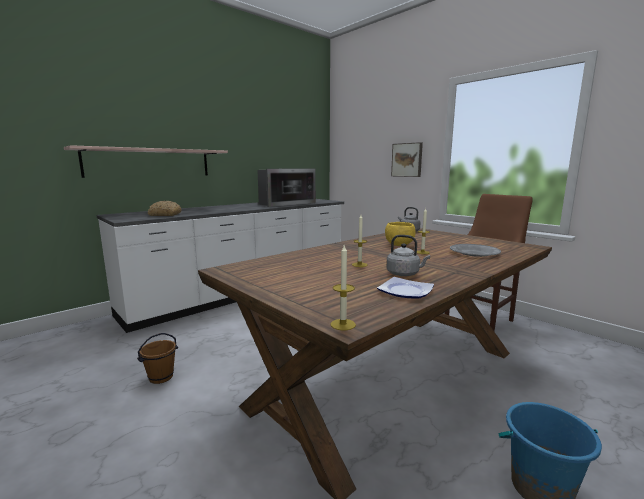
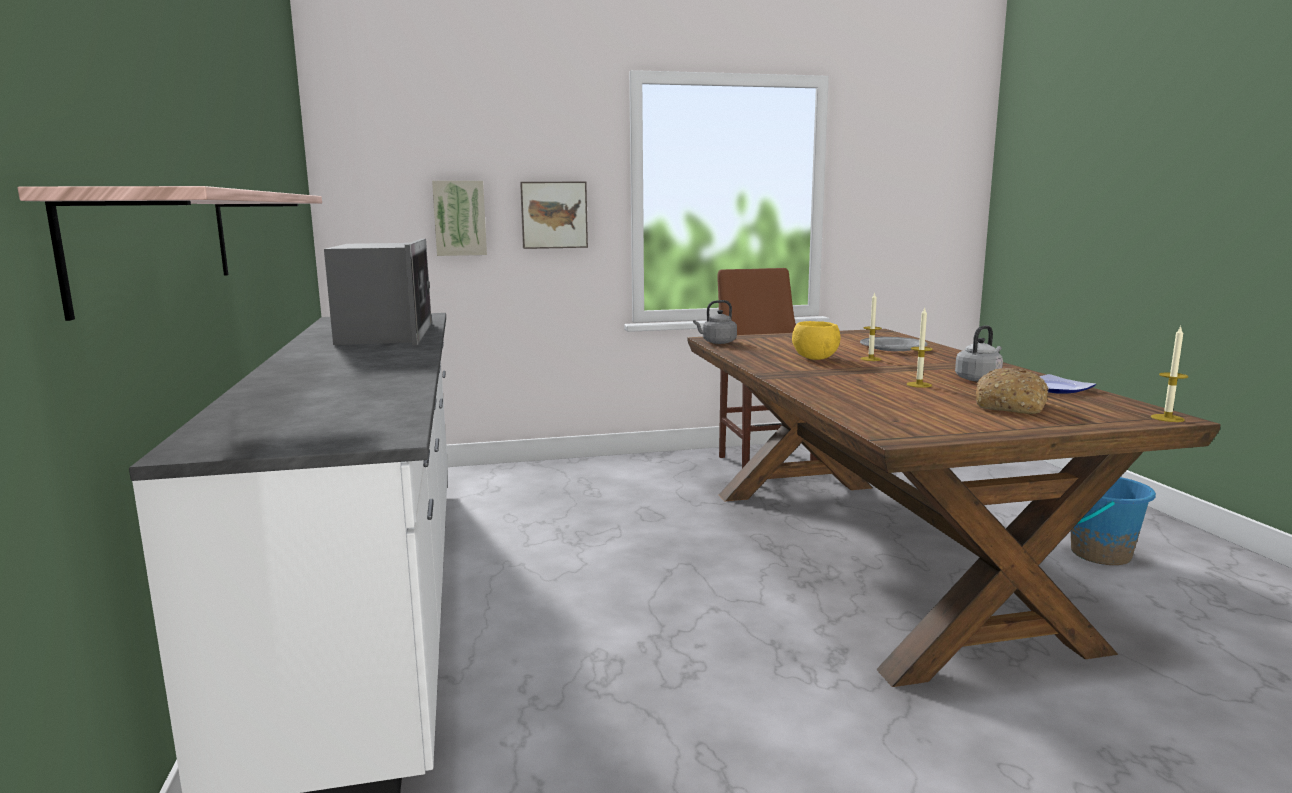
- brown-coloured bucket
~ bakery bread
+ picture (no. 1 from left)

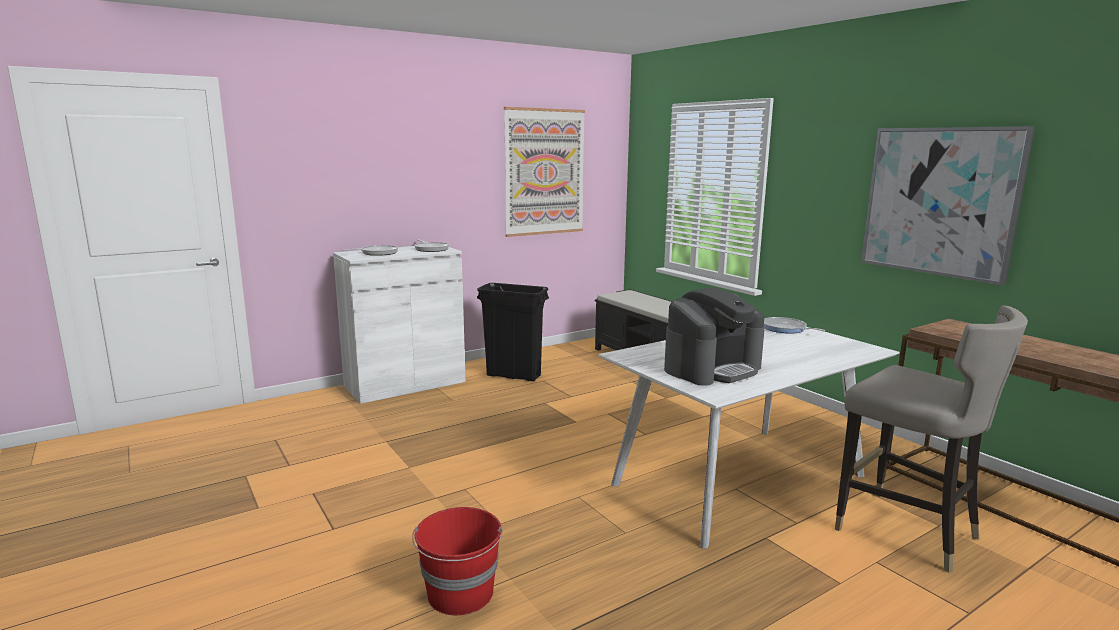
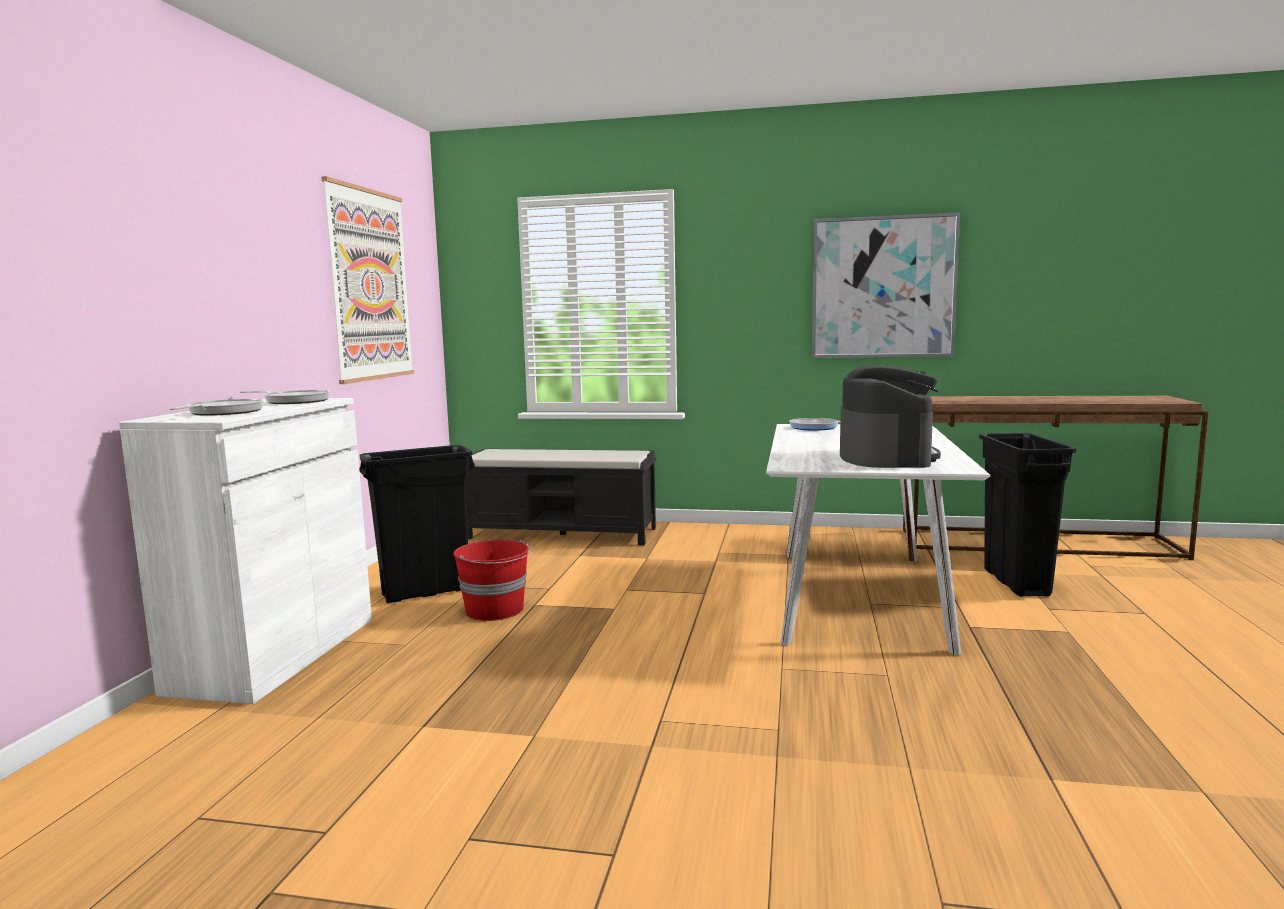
~ red-coloured bucket
~ gray stool seat to black waste bin (no. 2 from left)

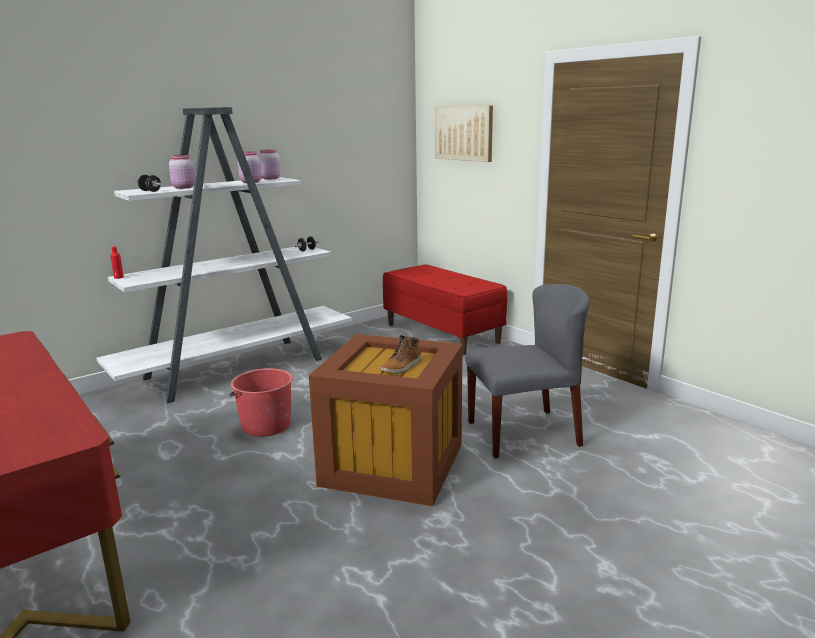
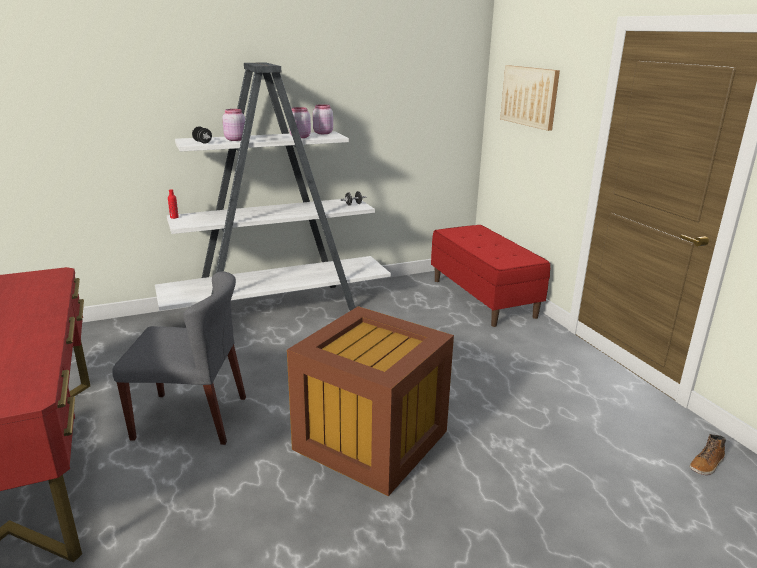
- red-coloured bucket
~ high-top boot
~ gray chair

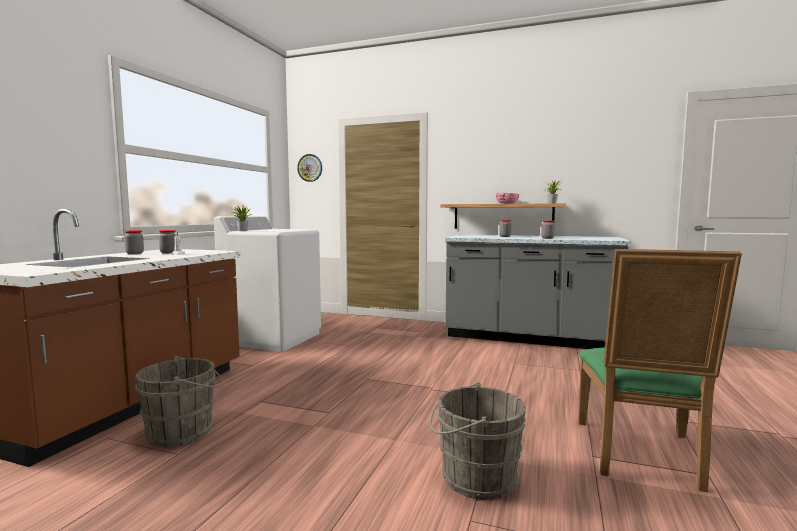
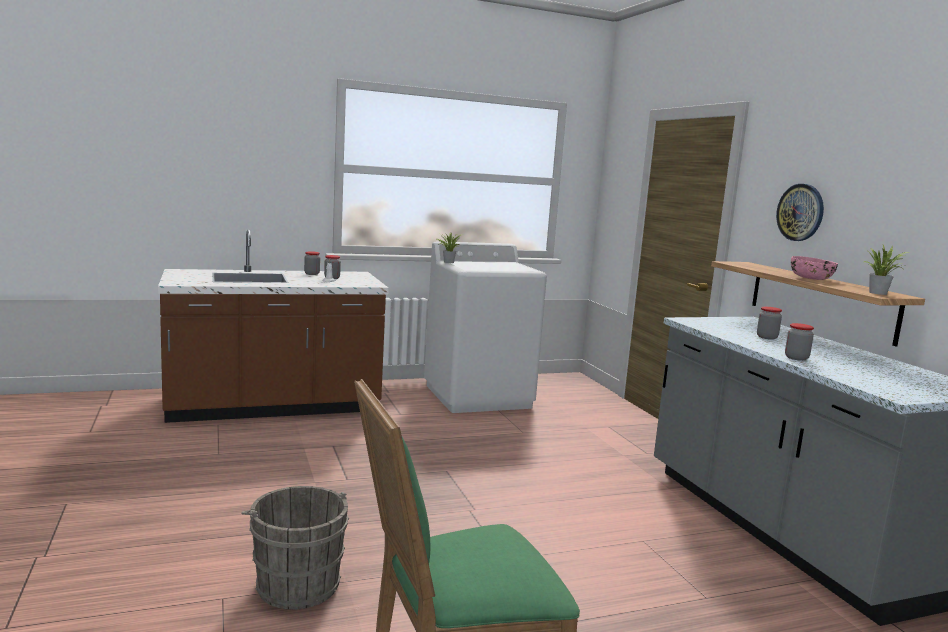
- gray bucket (no. 1 from left)
~ wall clock

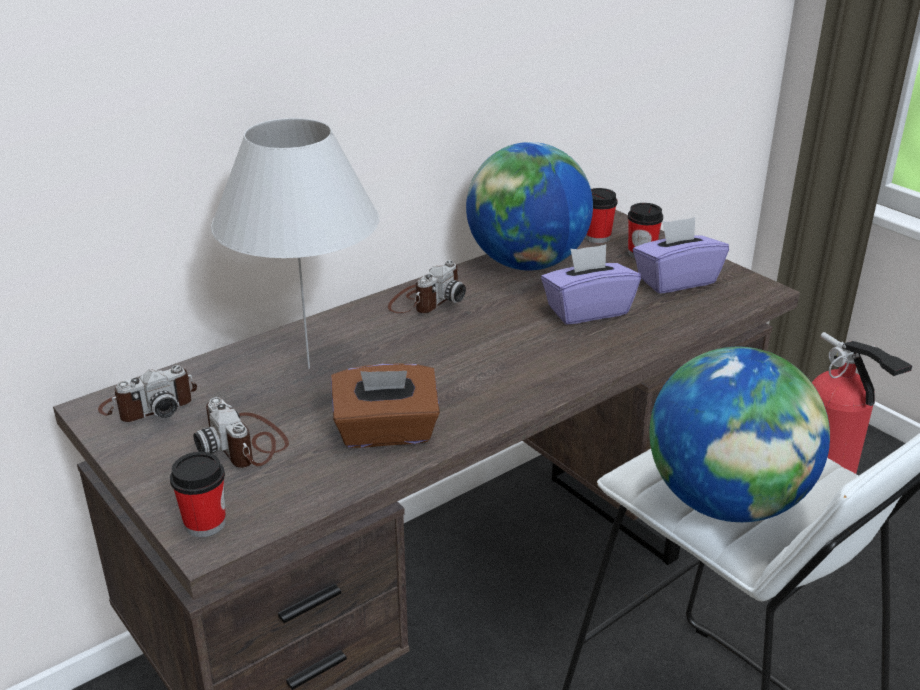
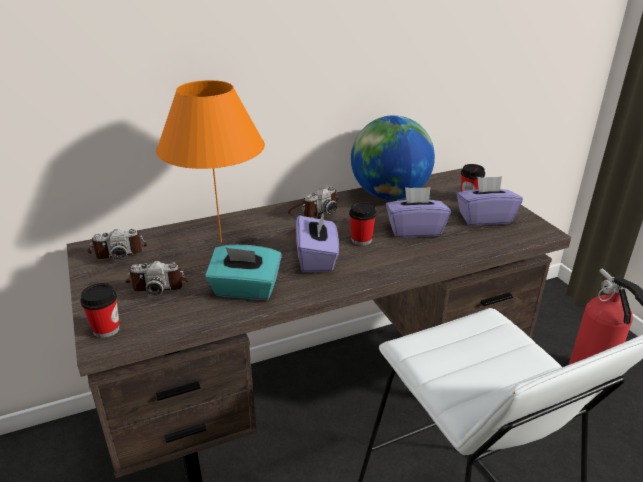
~ still camera (no. 2 from left) 75 degrees counterclockwise
~ whitish lamp for a table to orange lamp for a table
~ brown-coloured tissue box to turquoise tissue box
~ drinking cup (no. 2 from left)
- desk globe (no. 2 from left)
+ purple-coloured tissue box (no. 1 from left)

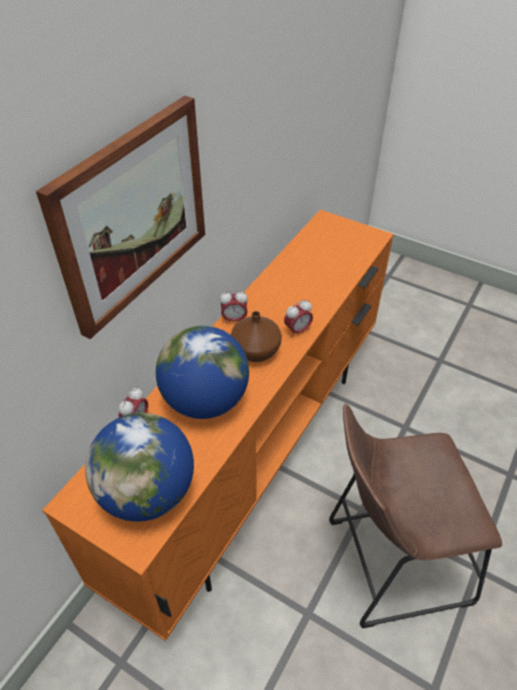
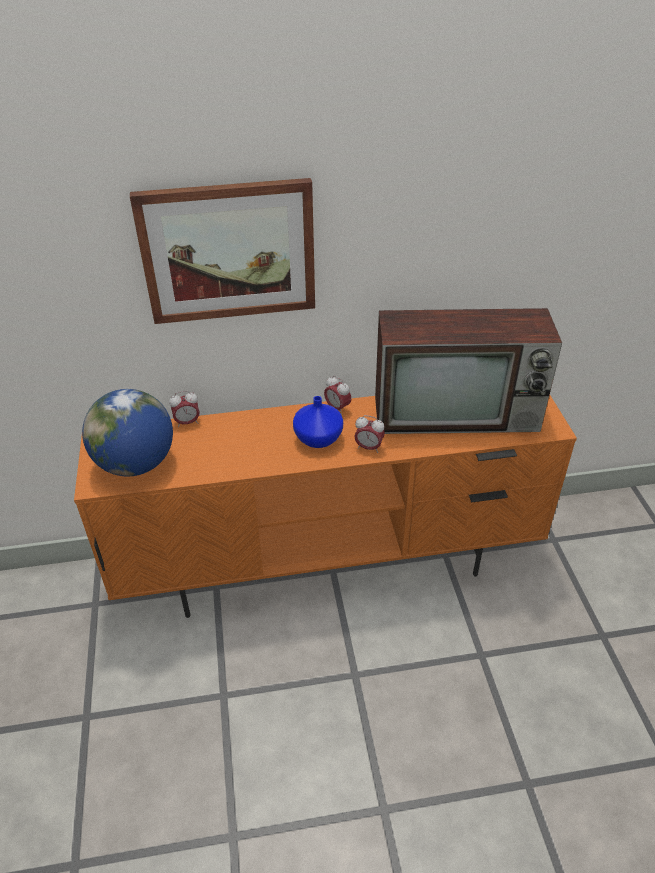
- desk globe (no. 2 from left)
~ brown-coloured flower vase to blue flower vase
- brown-coloured stool seat
+ TV

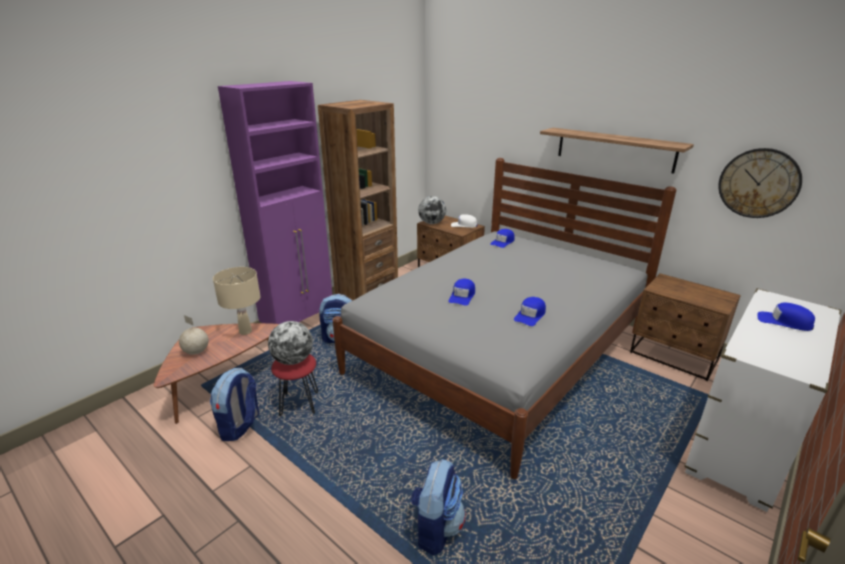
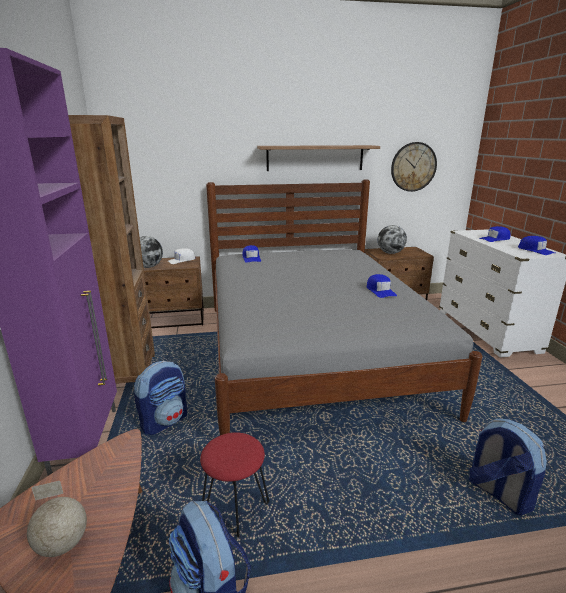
- sand-coloured lamp for a table
~ desk globe (no. 2 from left in the first image) to desk globe (no. 3 from left)
~ blue baseball cap (no. 1 from left in the first image) to blue baseball cap (no. 4 from left)

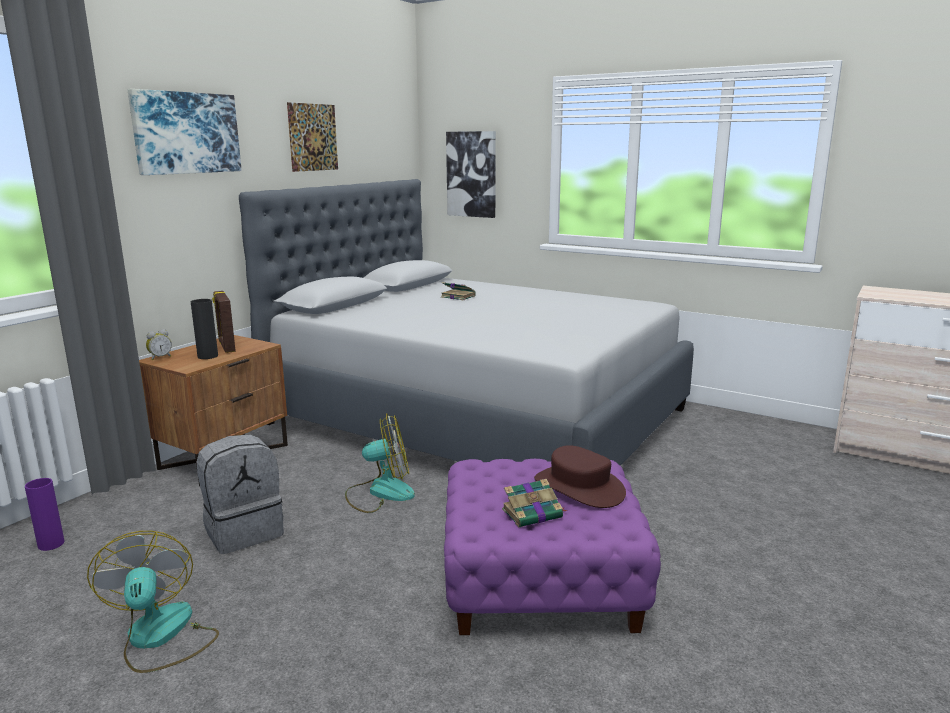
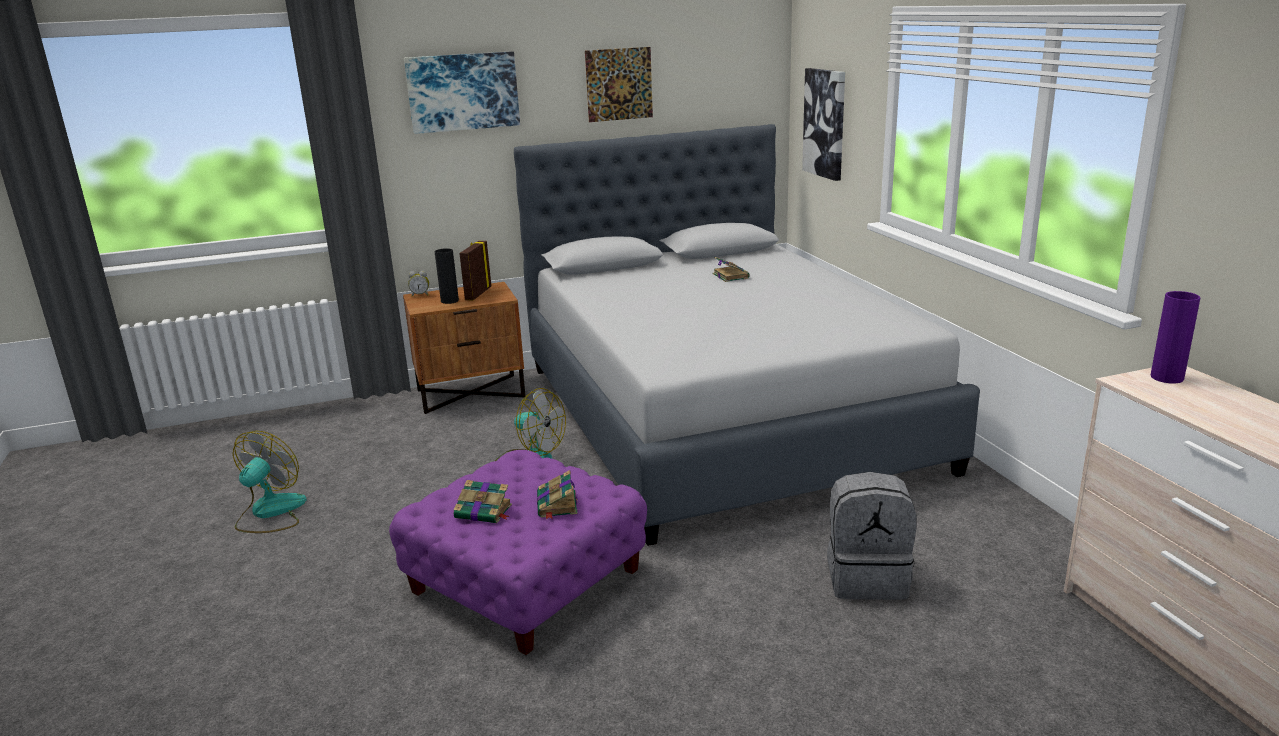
~ purple-coloured flower vase
~ gray knapsack
~ brown-coloured clothing hat to book (no. 2 from left)

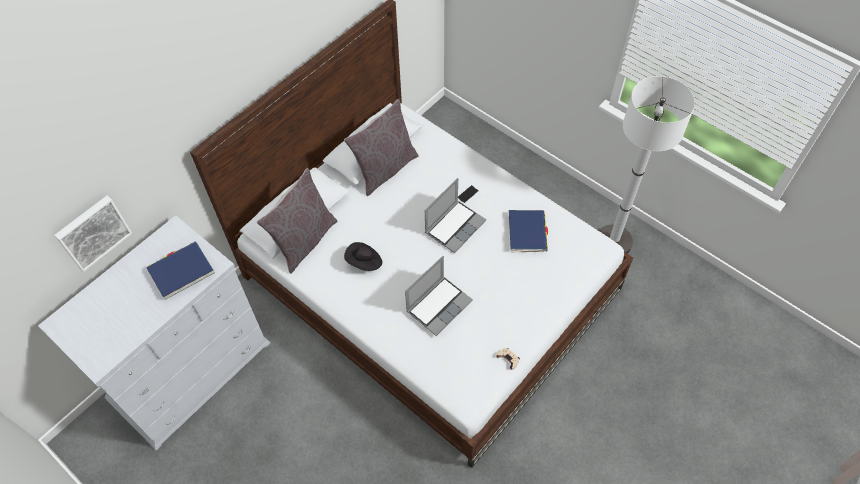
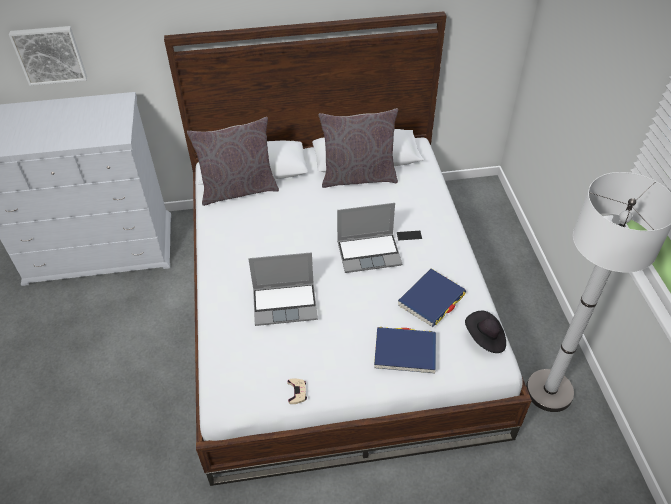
~ blue book (no. 1 from left)
~ black clothing hat

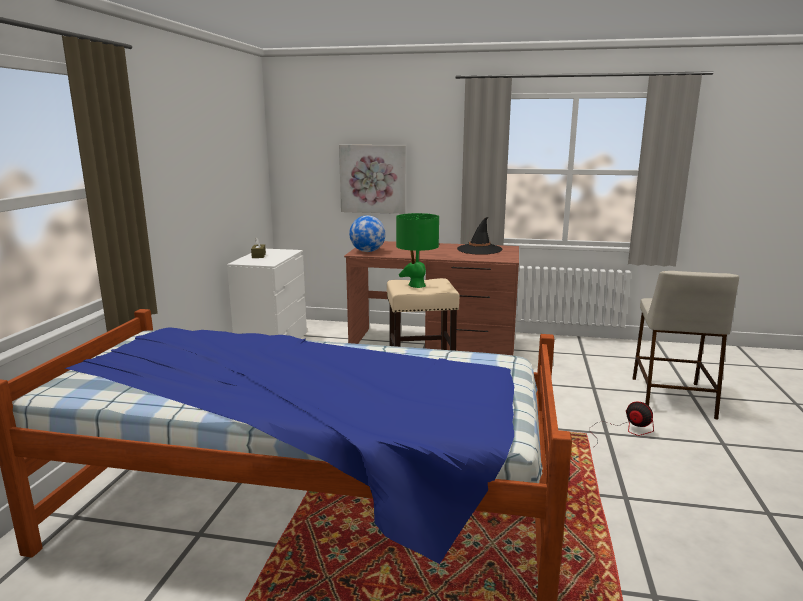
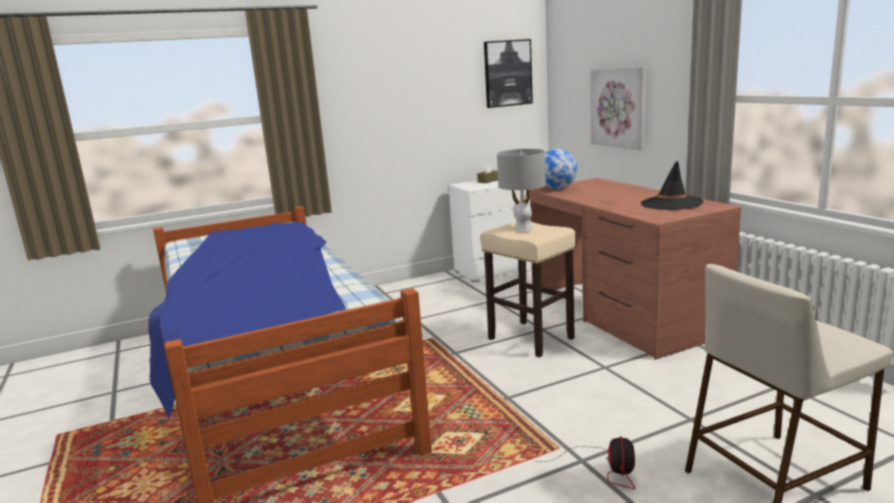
~ greenish lamp for a table to gray lamp for a table
+ picture (no. 1 from left)

